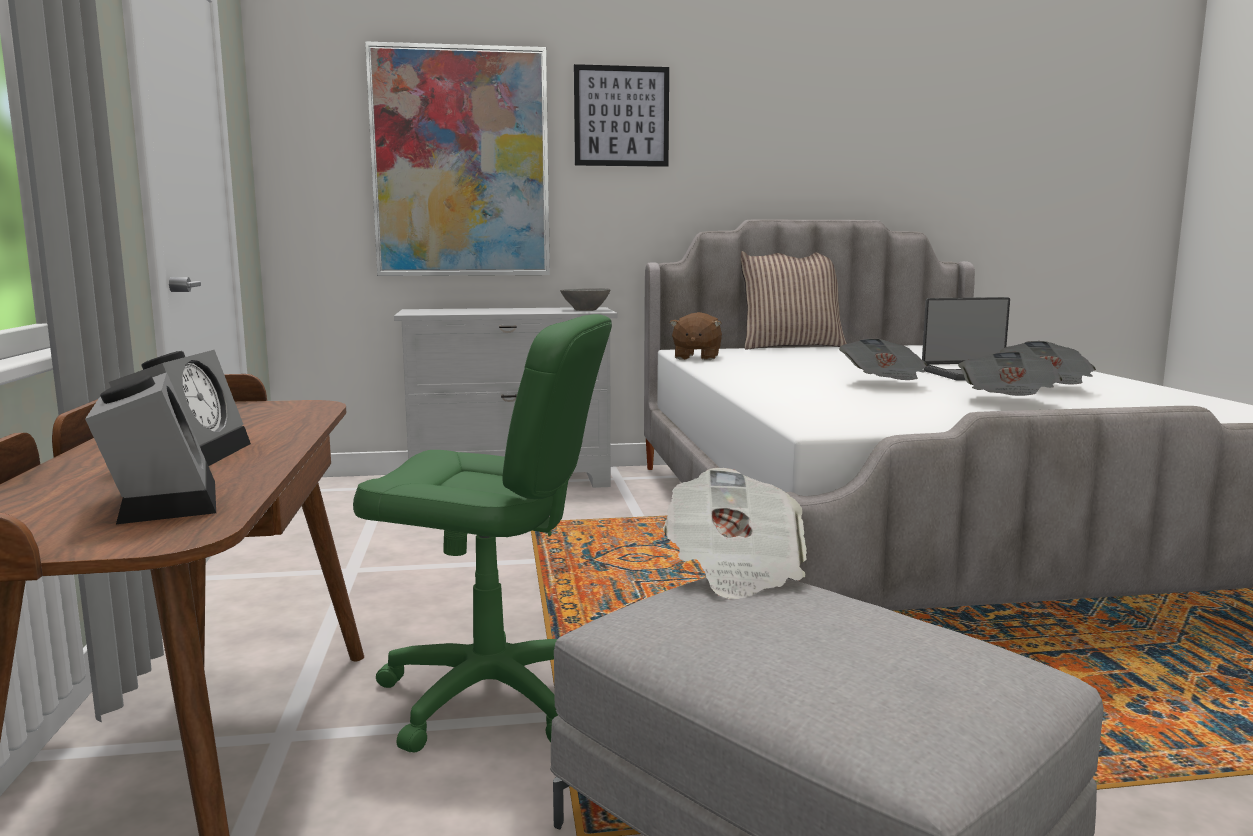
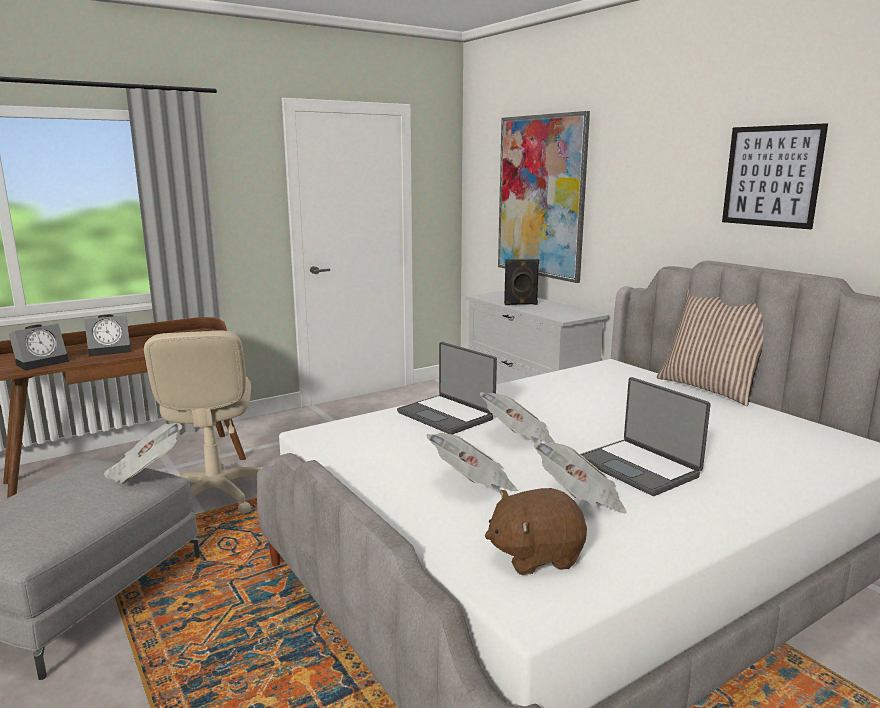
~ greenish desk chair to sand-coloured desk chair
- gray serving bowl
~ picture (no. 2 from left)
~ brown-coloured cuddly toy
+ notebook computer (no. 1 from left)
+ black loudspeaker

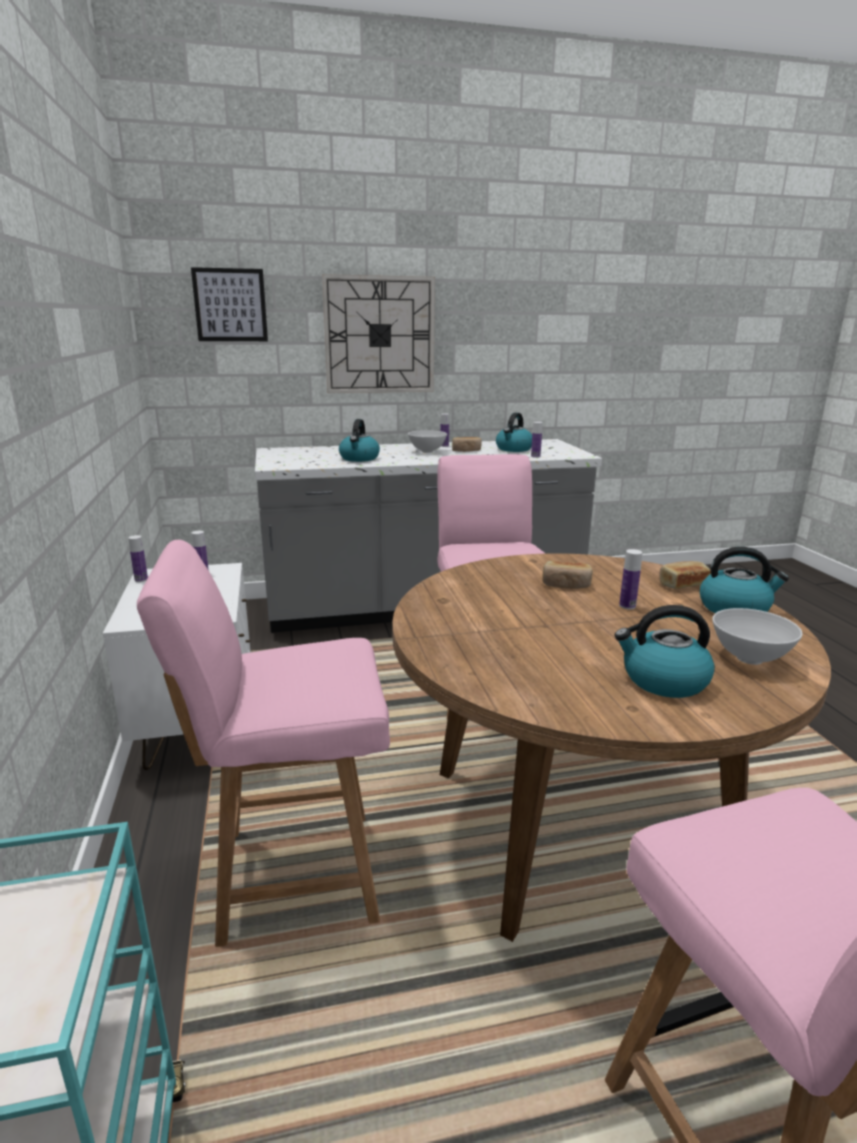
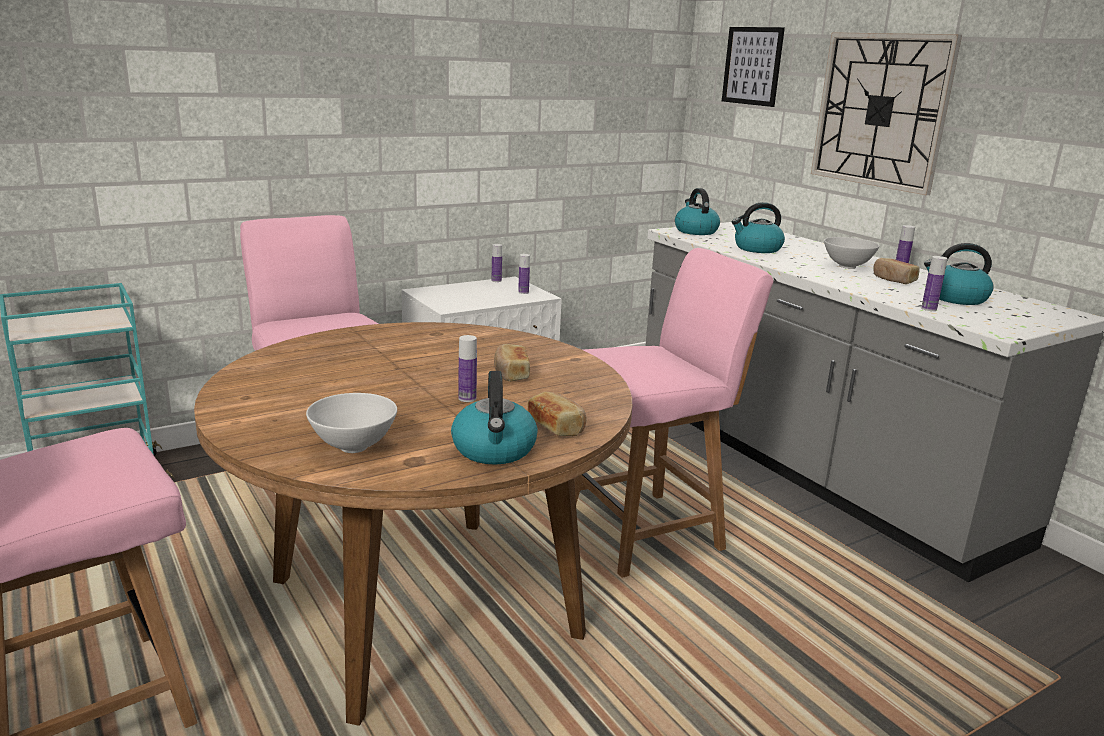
~ tea kettle (no. 3 from left in the first image) to tea kettle (no. 2 from left)

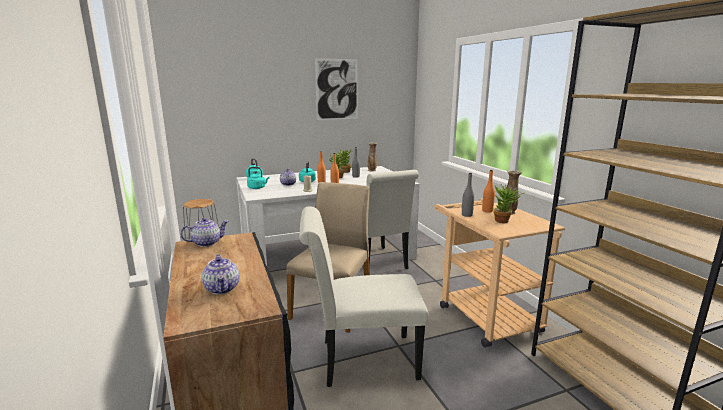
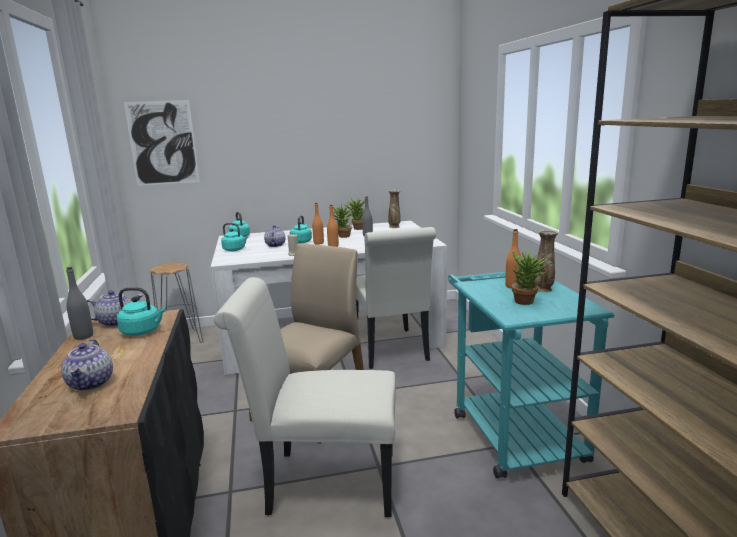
~ picture
~ sand-coloured wheeled cart to turquoise wheeled cart
~ gray beverage bottle (no. 2 from left in the first image) to gray beverage bottle (no. 1 from left)
+ turquoise tea kettle (no. 1 from left)

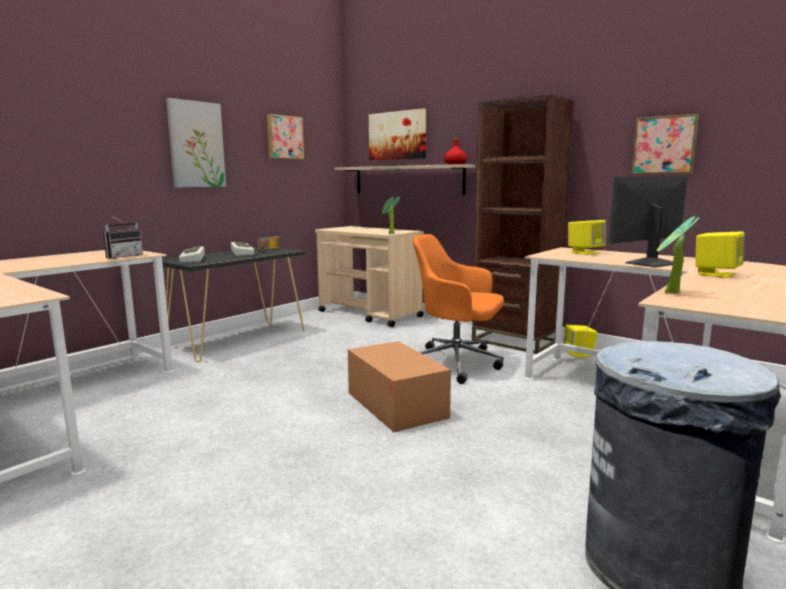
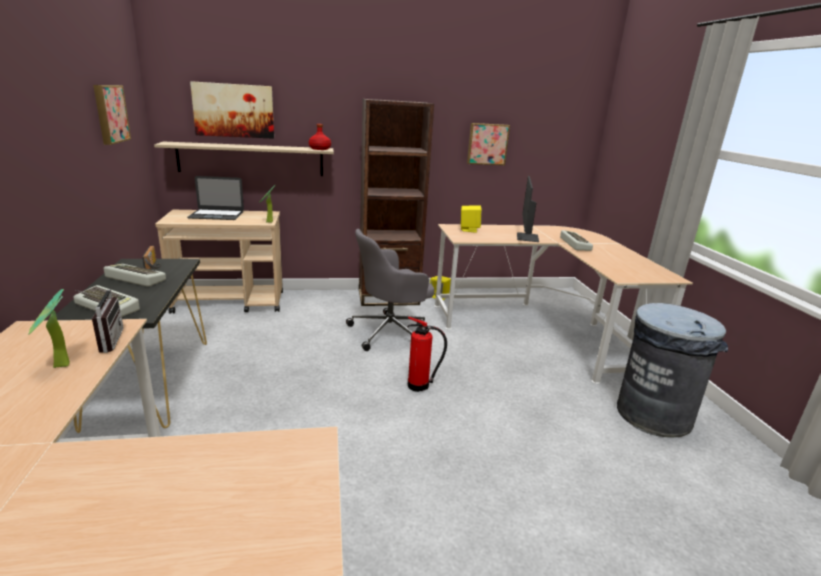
- picture (no. 1 from left)
~ cardboard box to extinguisher
~ orange desk chair to gray desk chair
~ houseplant (no. 2 from left in the first image) to houseplant (no. 1 from left)
~ yellow loudspeaker (no. 3 from left) to keyboard (no. 3 from left)
+ notebook computer

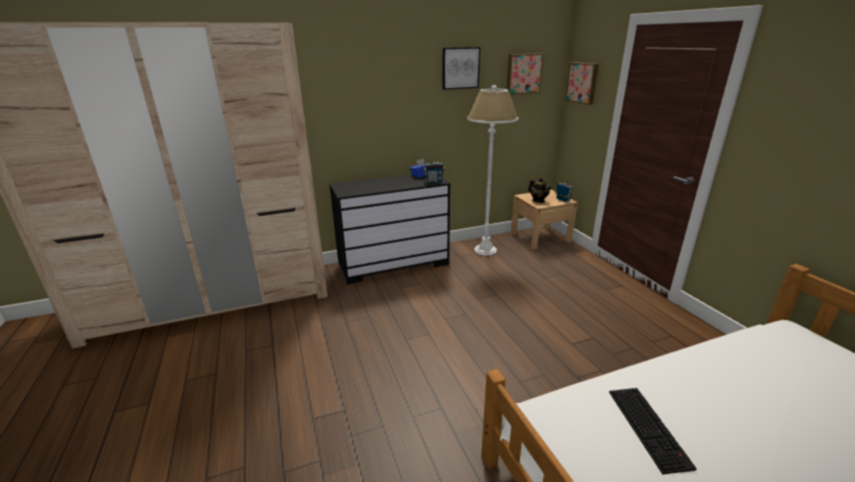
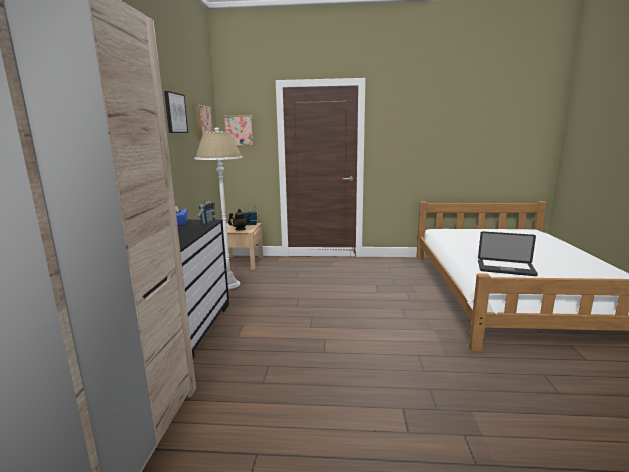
~ keyboard to notebook computer

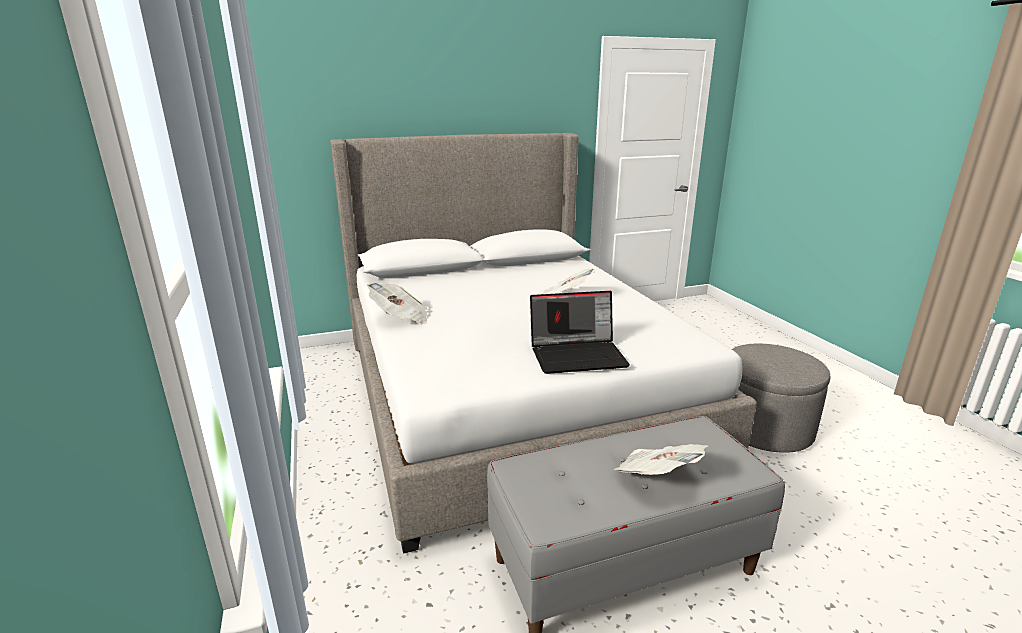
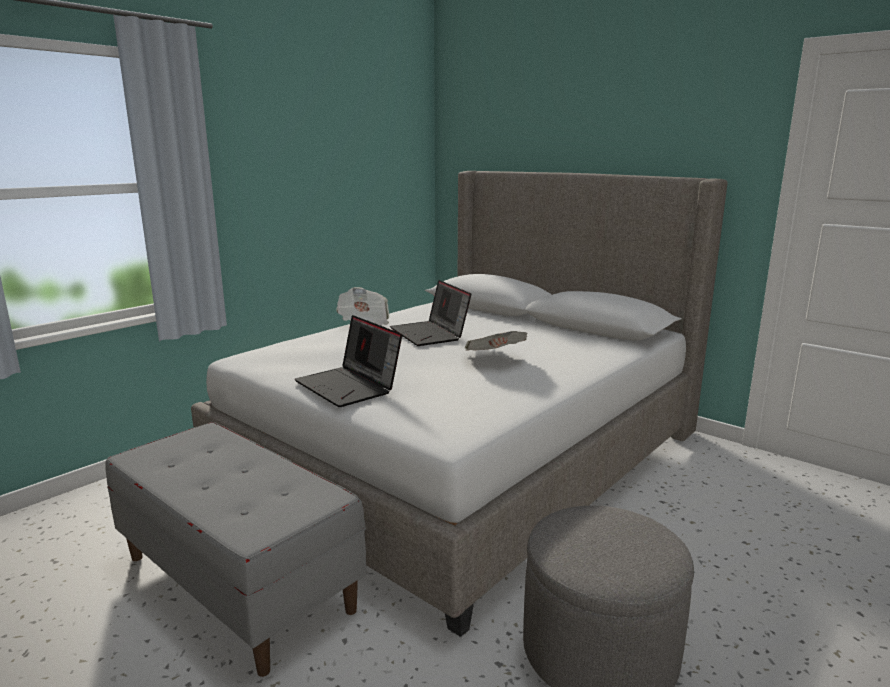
- printed paper (no. 3 from left)
+ notebook computer (no. 2 from left)

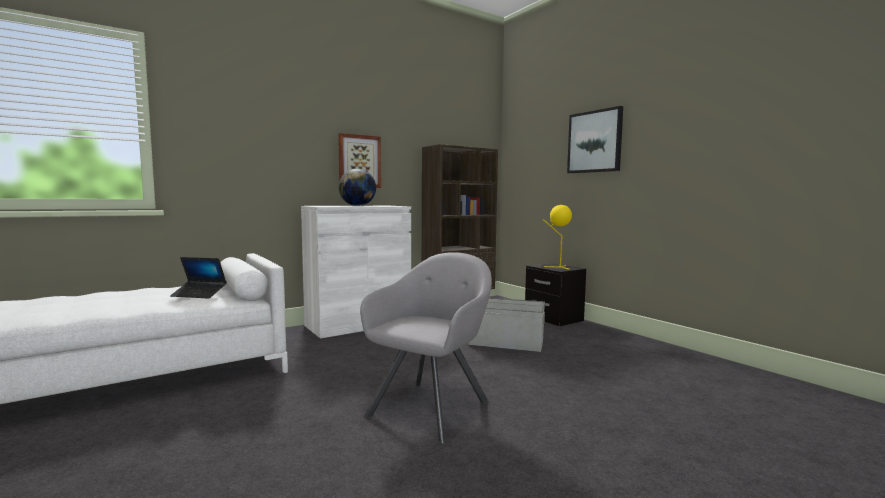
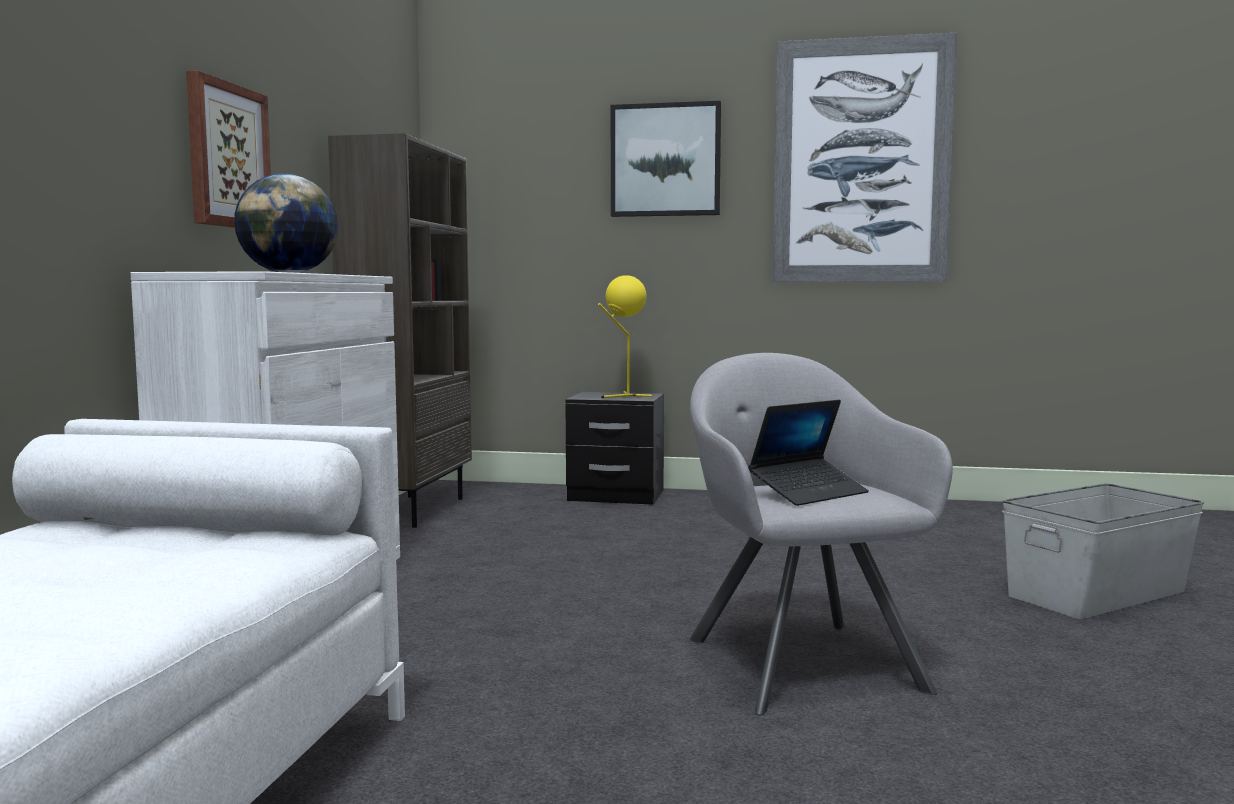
~ notebook computer
~ gray storage container
+ picture (no. 3 from left)

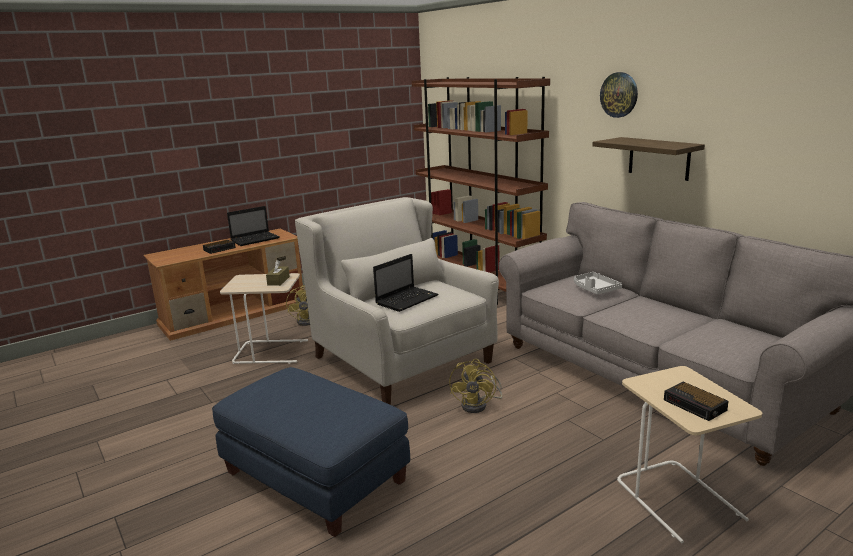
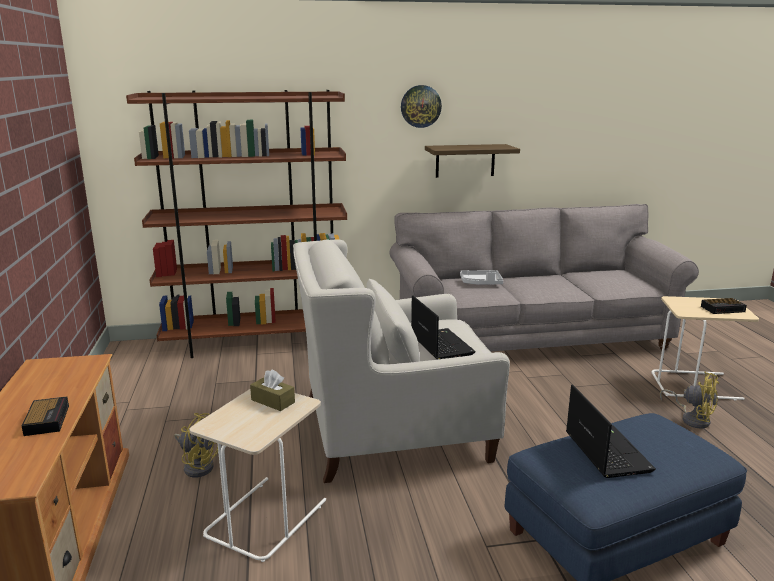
~ notebook computer (no. 1 from left in the first image) to notebook computer (no. 2 from left)
~ yellow electric fan (no. 2 from left)

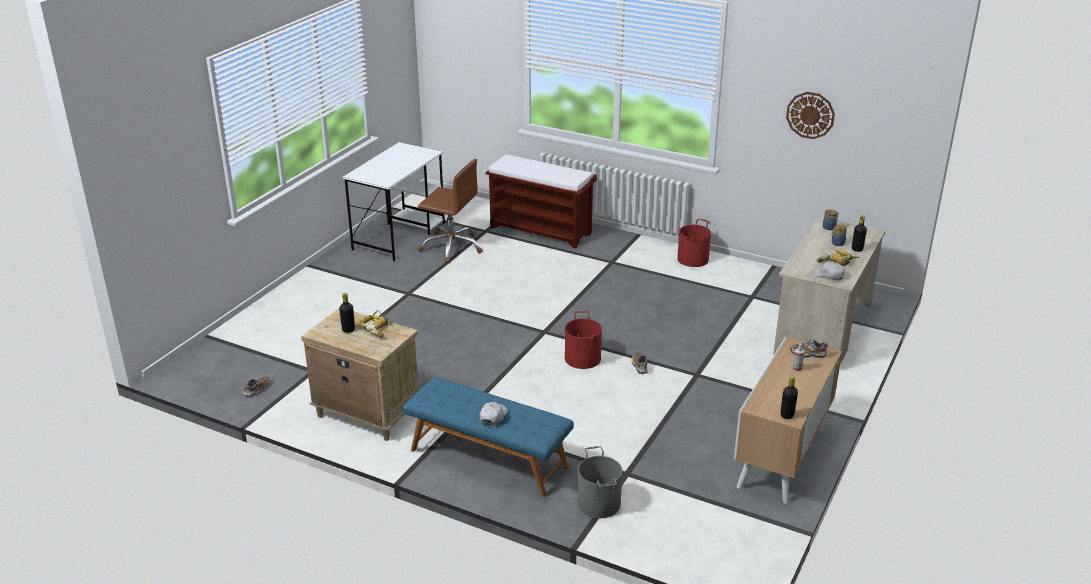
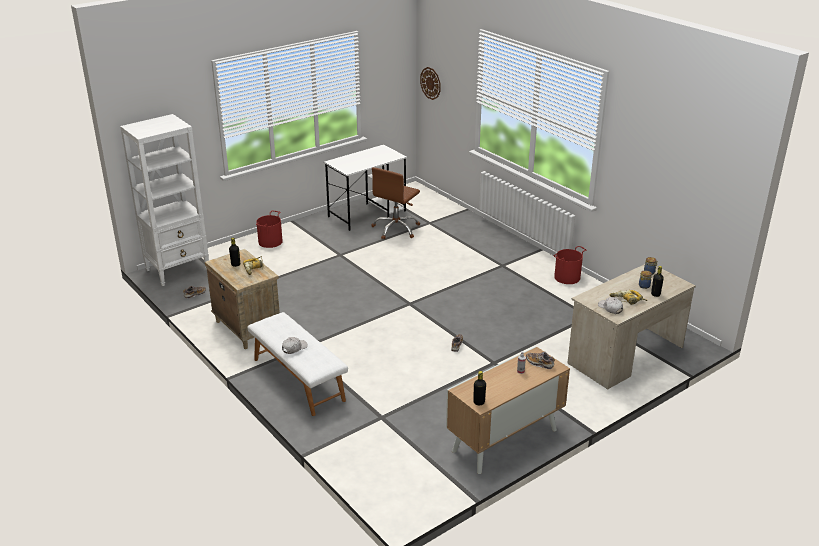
~ blue bench to whitish bench
~ brown-coloured desk chair 75 degrees clockwise
- brown-coloured bench
~ red-coloured bucket (no. 1 from left)
- gray bucket
~ wall clock
+ whitish bookshelf

